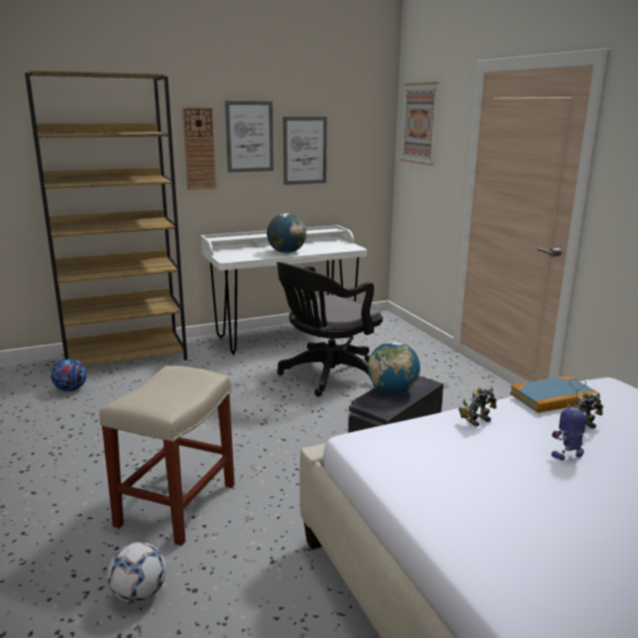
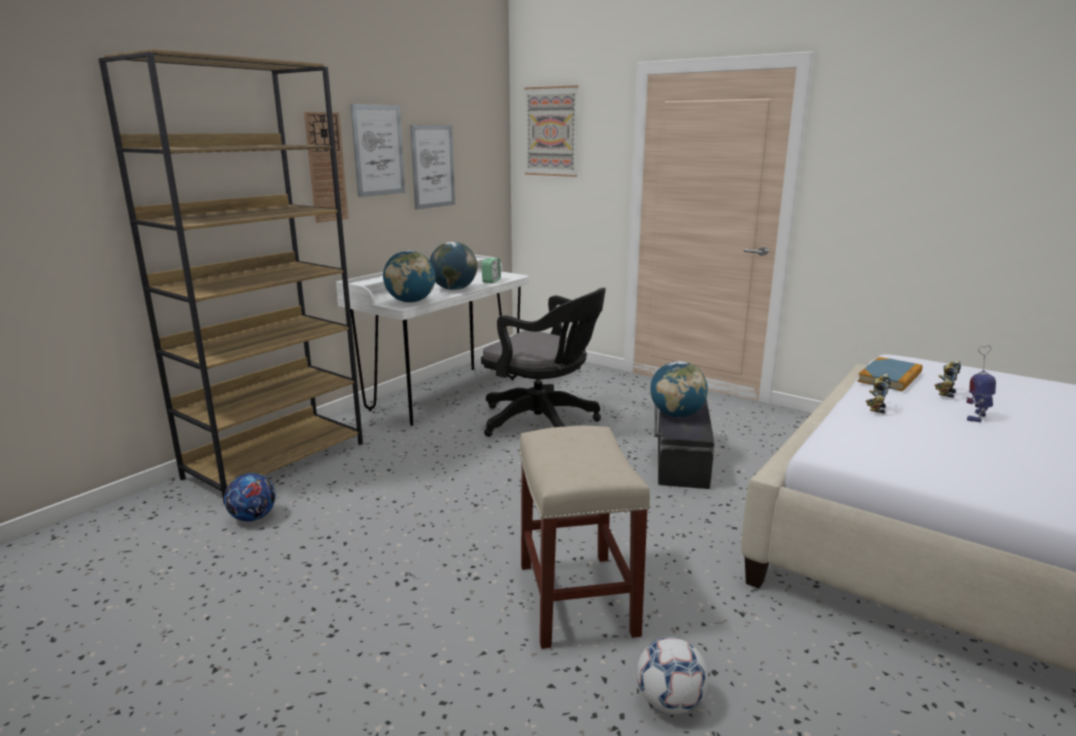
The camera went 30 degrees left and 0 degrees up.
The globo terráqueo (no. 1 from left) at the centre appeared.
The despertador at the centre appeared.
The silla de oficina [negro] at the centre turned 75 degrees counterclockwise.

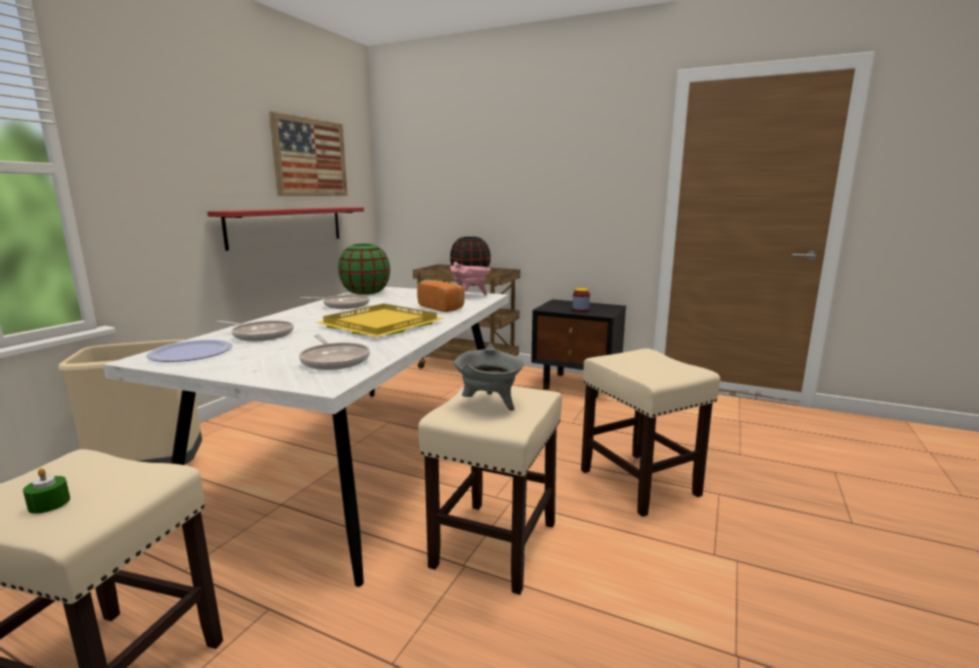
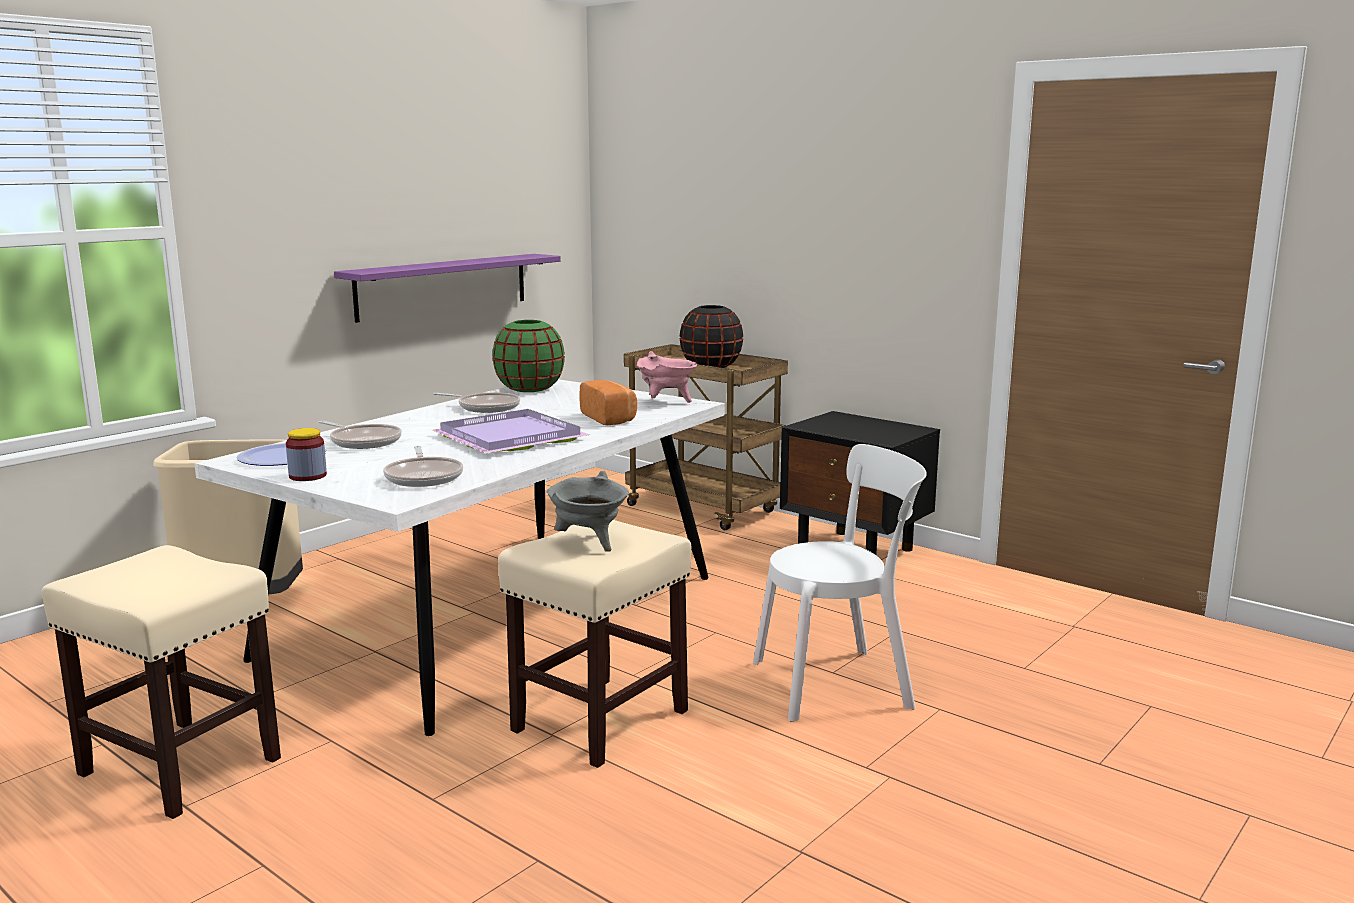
The camera went 15 degrees right and 0 degrees up.
The vela [verde] at the bottom left disappeared.
The cuadro at the top left disappeared.
The tarro moved from the centre to the middle left.
The taburete [beis] (no. 3 from left) at the centre was replaced by the silla [blanco] at the centre.
The estante [rojo] at the middle left became the estante [morado] at the top left.
The bandeja [amarillo] at the centre became the bandeja [morado] at the centre.

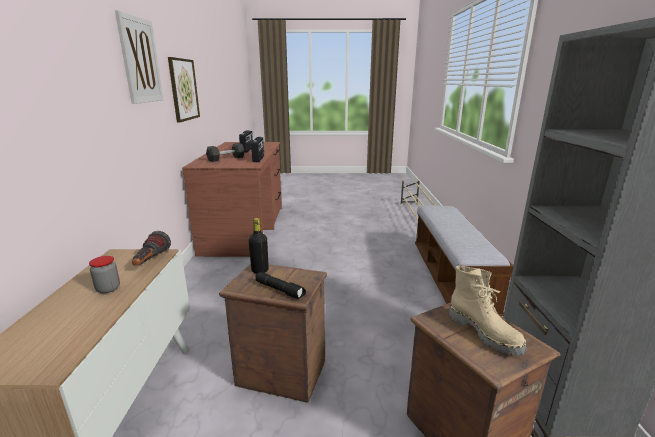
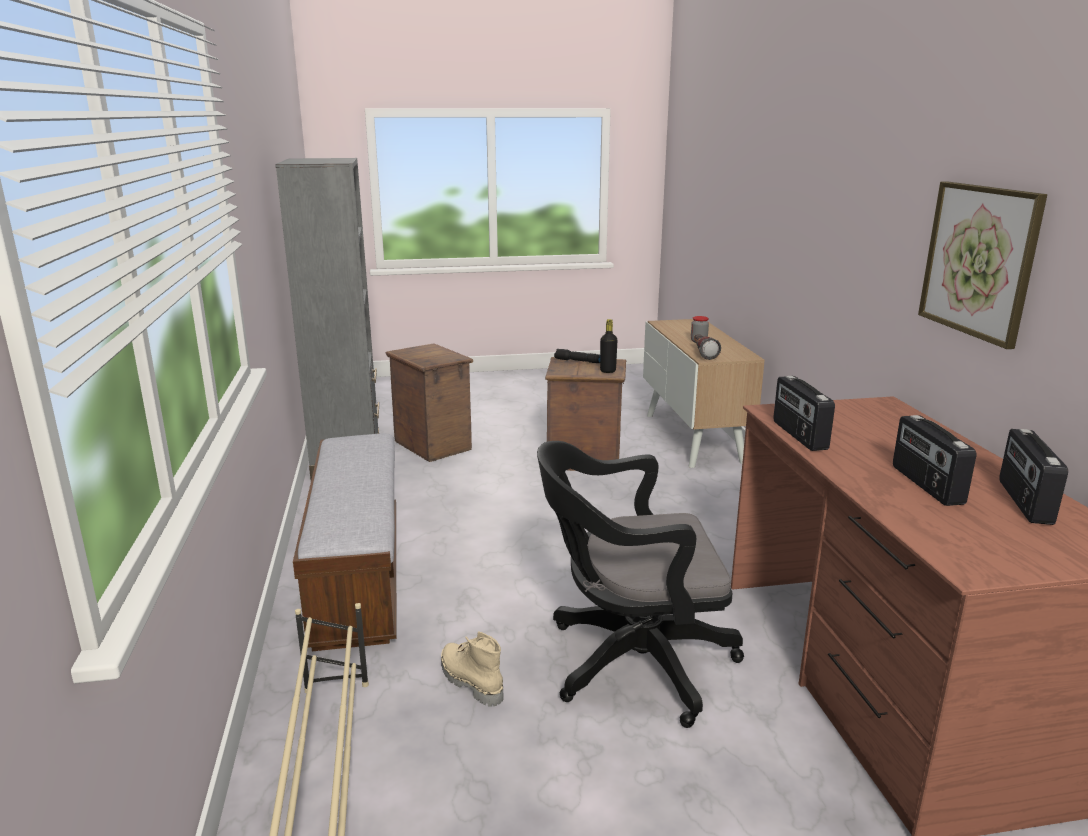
The camera went 170 degrees right and 0 degrees up.
The cuadro (no. 1 from left) at the top left disappeared.
The mancuerna [gris] at the centre disappeared.
The silla de oficina [negro] at the bottom centre appeared.
The radio (no. 3 from left) at the middle right appeared.
The bota [beis] moved from the bottom right to the bottom centre.

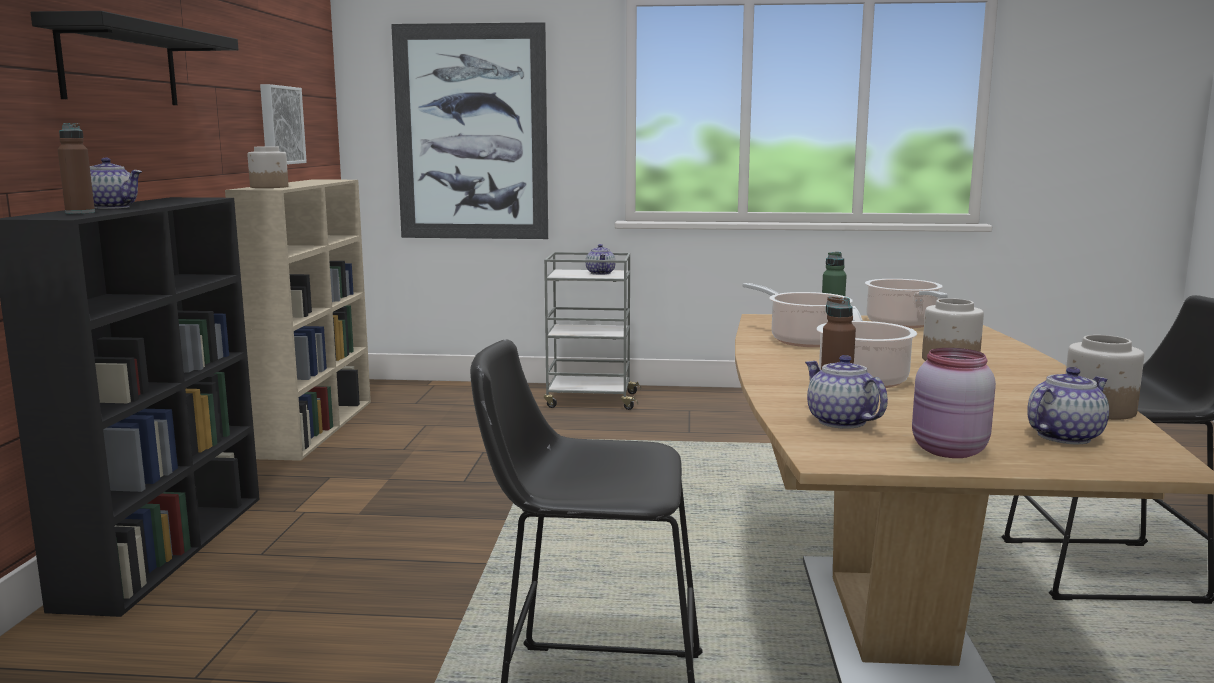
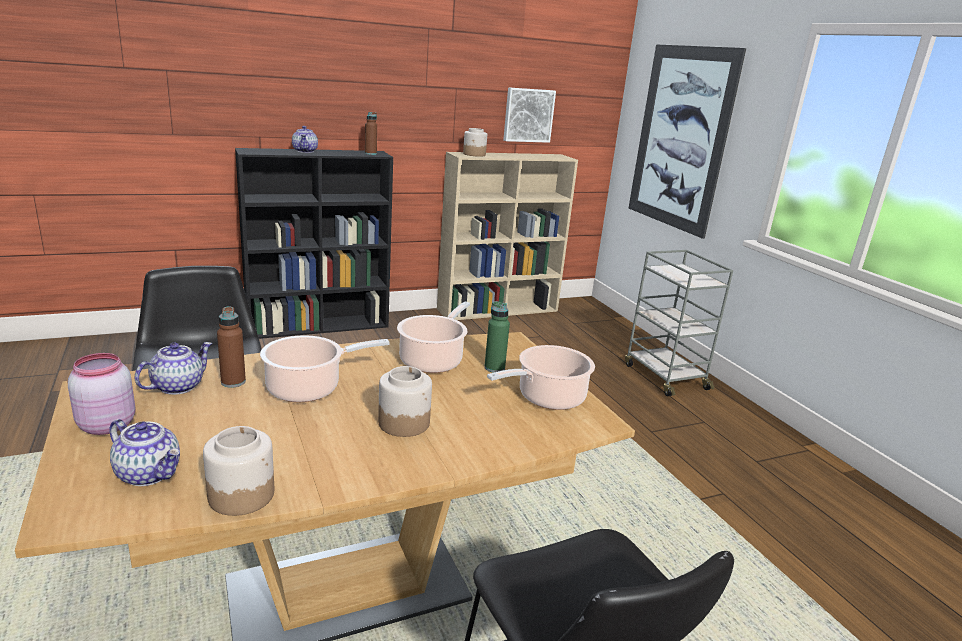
The camera went 60 degrees right and 10 degrees up.
The estante [negro] at the top left disappeared.
The tetera (no. 2 from left) at the centre disappeared.
The botella [marrón] (no. 1 from left in the first image) moved from the top left to the top centre.

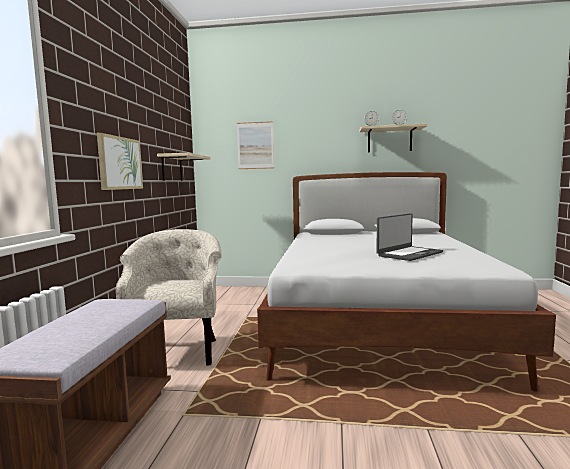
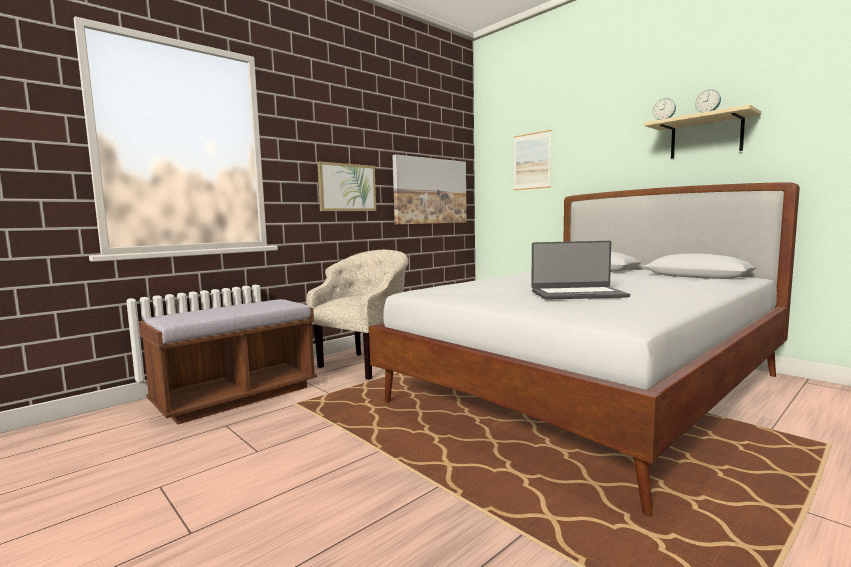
The camera went 40 degrees right and 0 degrees up.
The estante [beis] (no. 1 from left) at the middle left was replaced by the cuadro (no. 2 from left) at the centre.

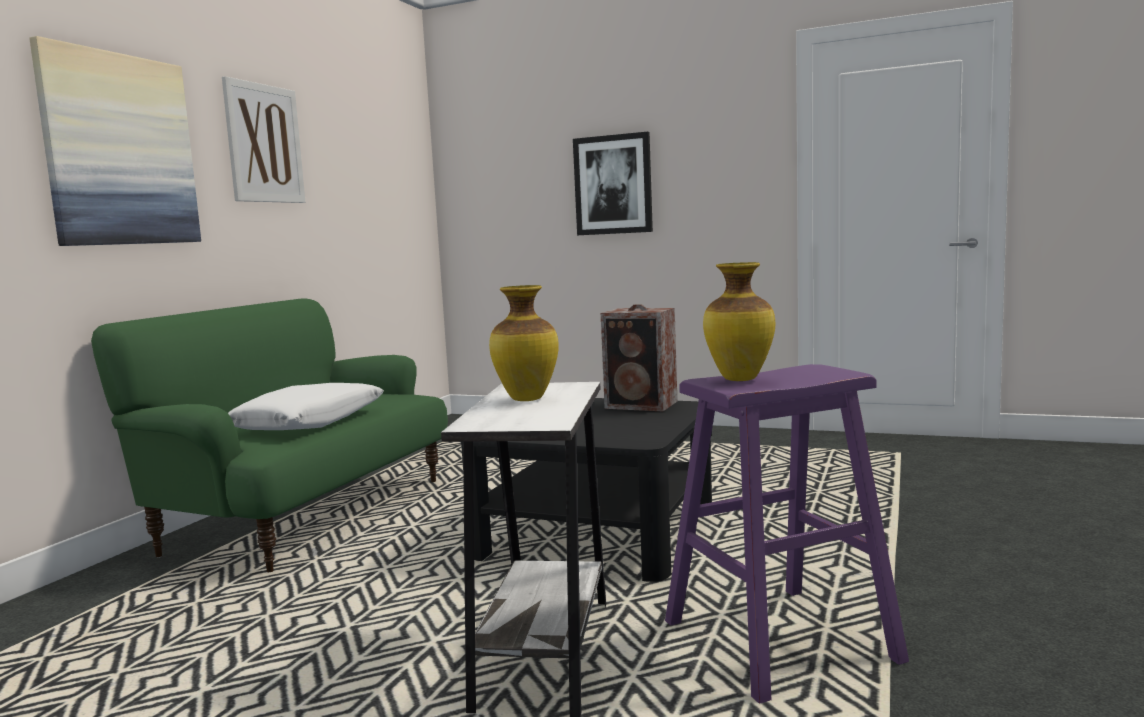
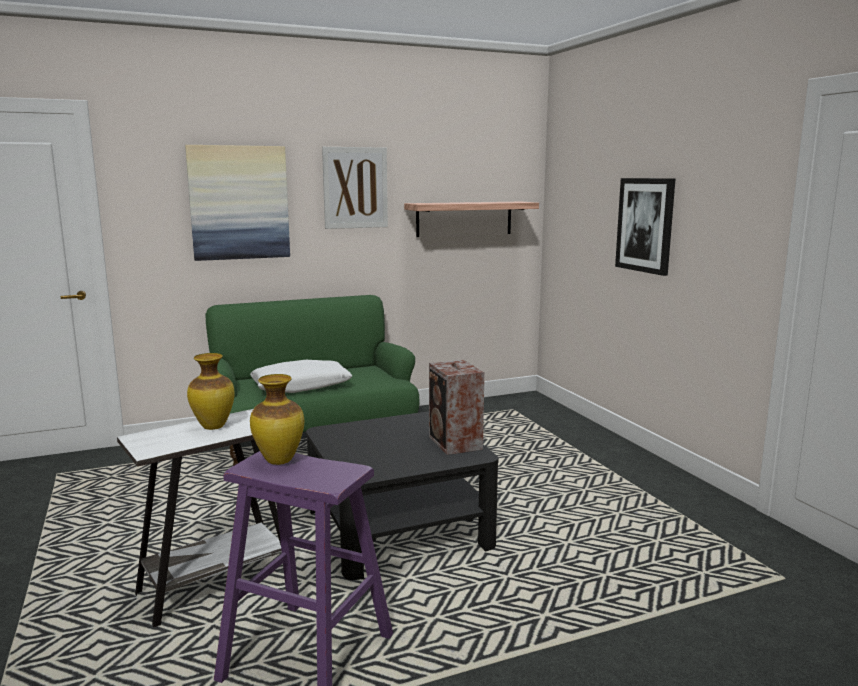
The camera went 45 degrees right and 5 degrees up.
The estante at the top centre appeared.

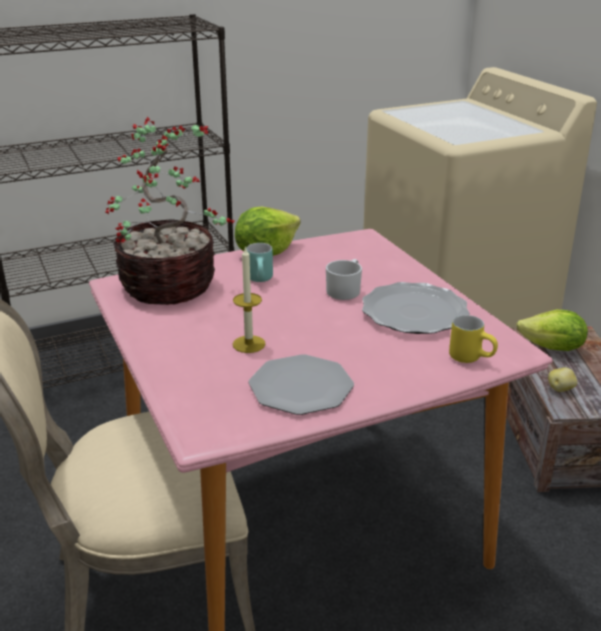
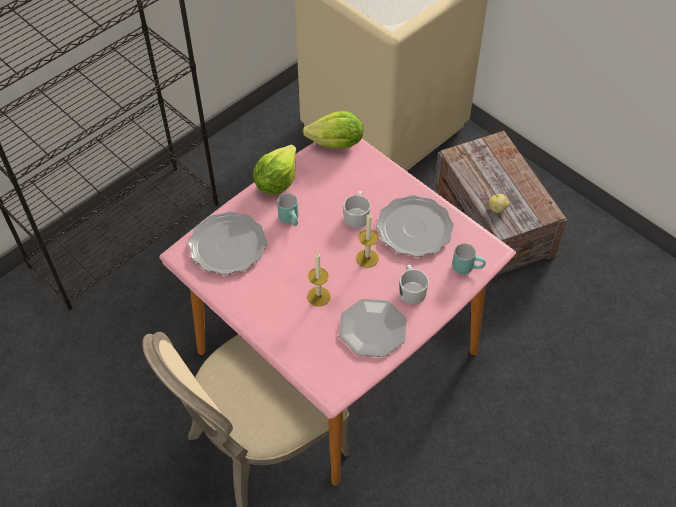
The camera went 20 degrees left and 25 degrees up.
The vela (no. 2 from left) at the centre appeared.
The taza grande [blanco] (no. 2 from left) at the centre appeared.
The lechuga (no. 2 from left) moved from the middle right to the top centre.
The planta en maceta at the middle left was replaced by the plato (no. 1 from left) at the centre.
The taza grande [amarillo] at the middle right became the taza grande [turquesa] (no. 2 from left) at the middle right.

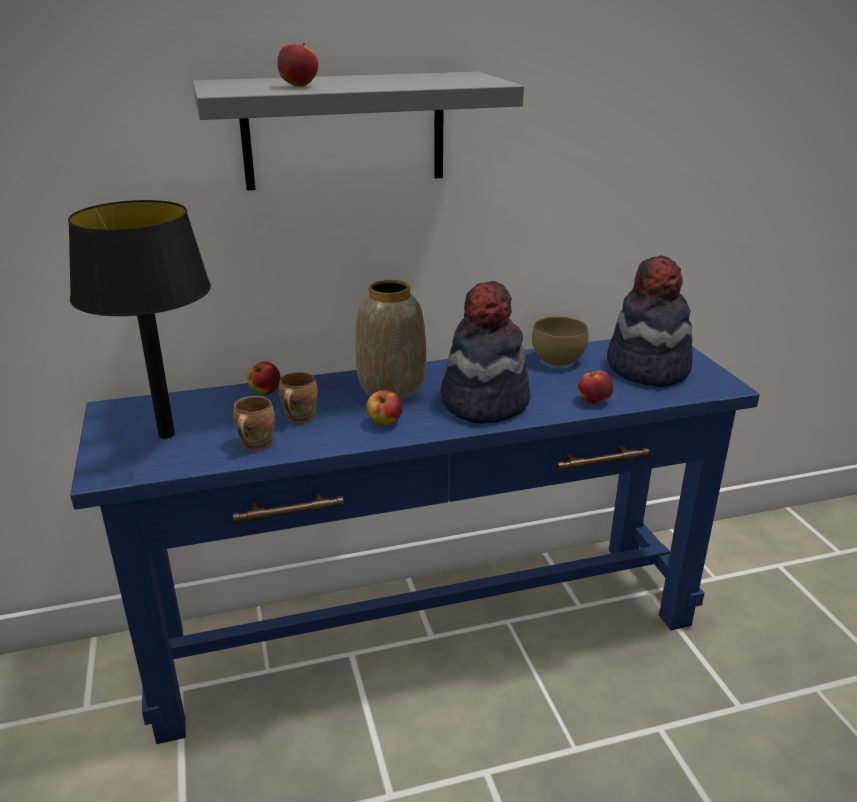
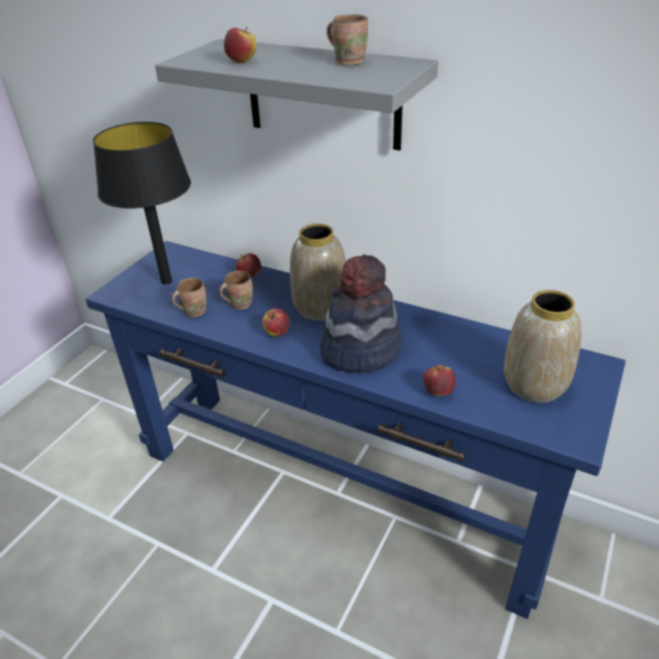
The camera went 45 degrees right and 10 degrees up.
The cuenco [marrón] at the centre disappeared.
The taza grande [marrón] (no. 3 from left) at the top centre appeared.
The sombrero (no. 2 from left) at the middle right was replaced by the florero (no. 2 from left) at the middle right.

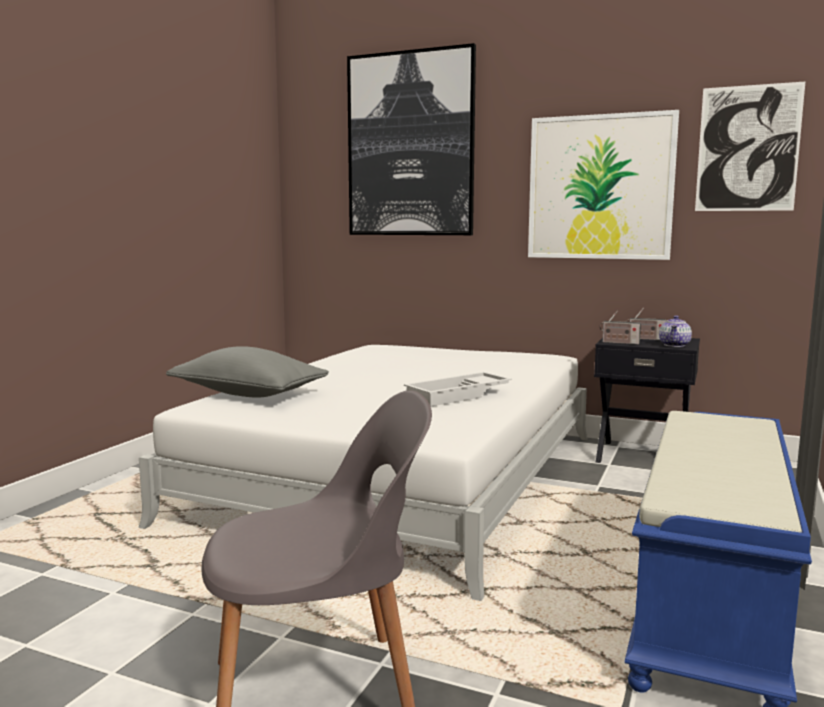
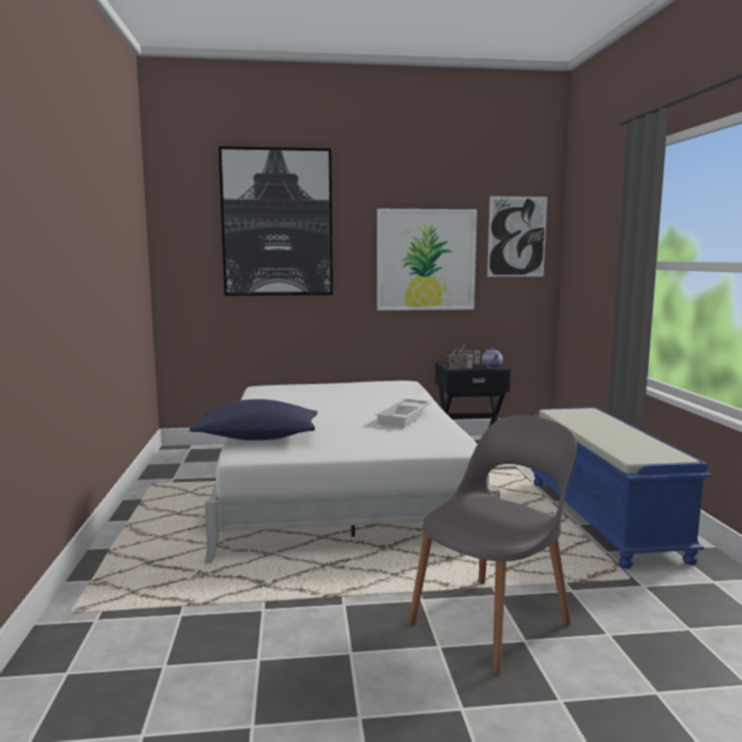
The camera went 30 degrees left and 0 degrees up.
The cojín [gris] at the middle left became the cojín [azul] at the centre.

